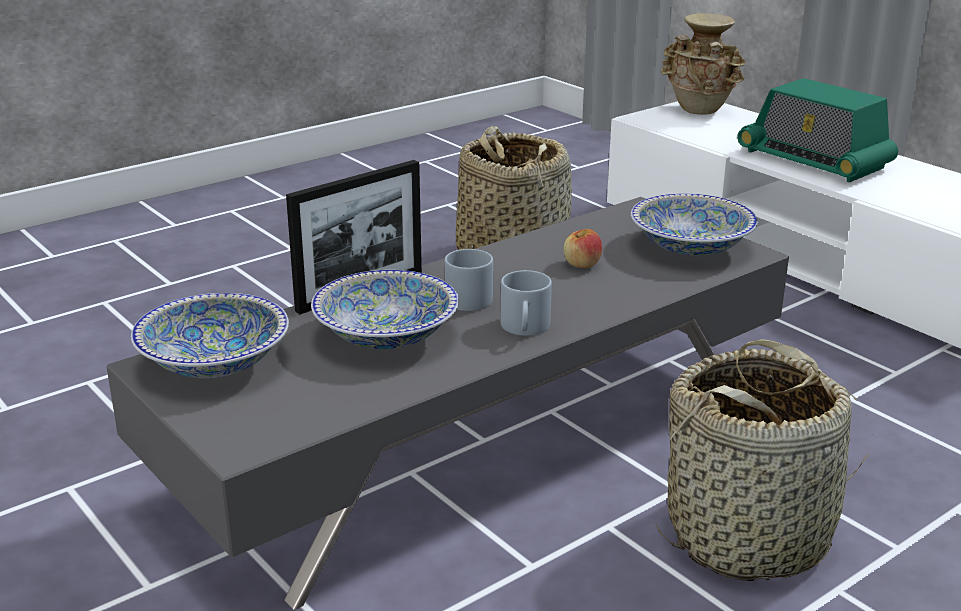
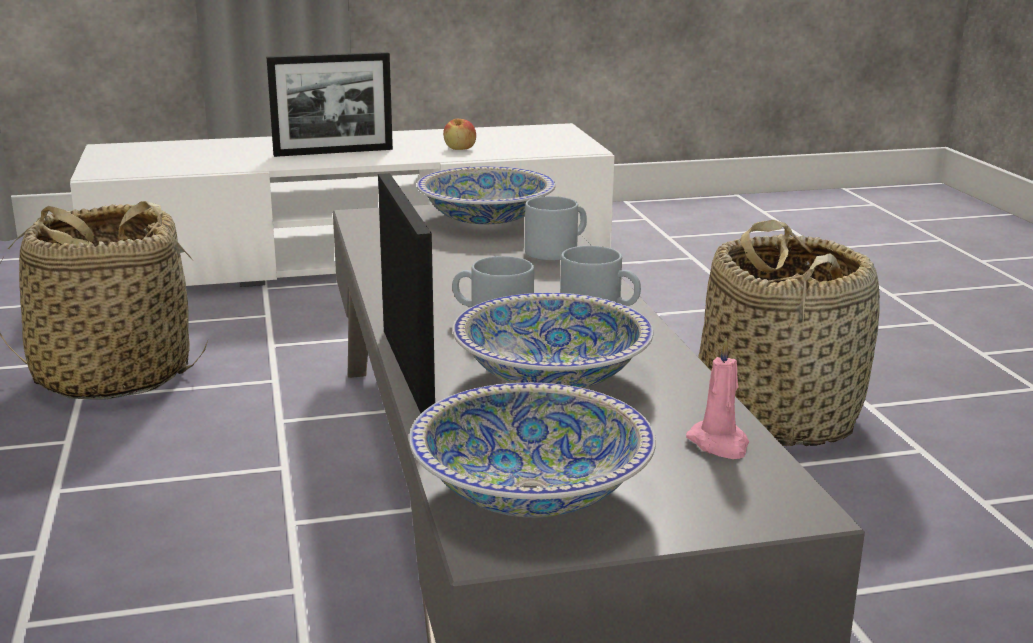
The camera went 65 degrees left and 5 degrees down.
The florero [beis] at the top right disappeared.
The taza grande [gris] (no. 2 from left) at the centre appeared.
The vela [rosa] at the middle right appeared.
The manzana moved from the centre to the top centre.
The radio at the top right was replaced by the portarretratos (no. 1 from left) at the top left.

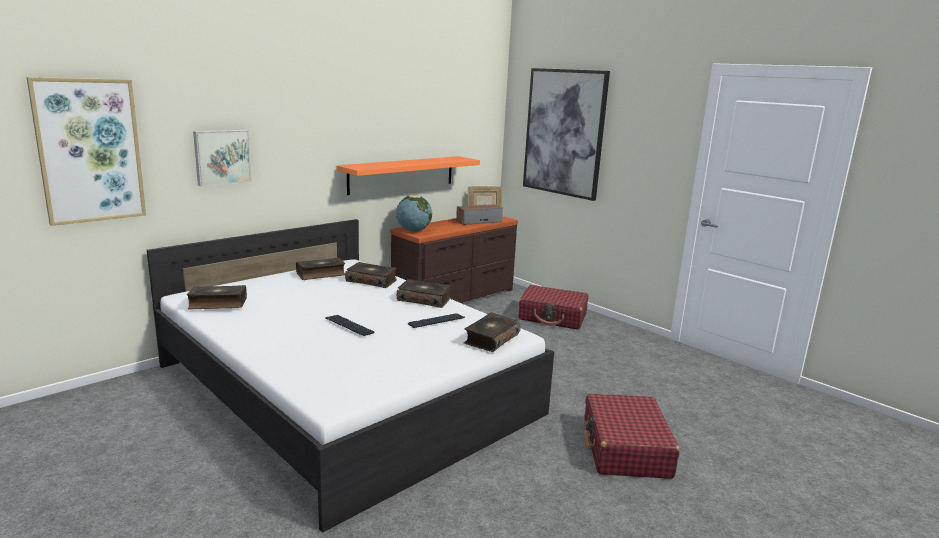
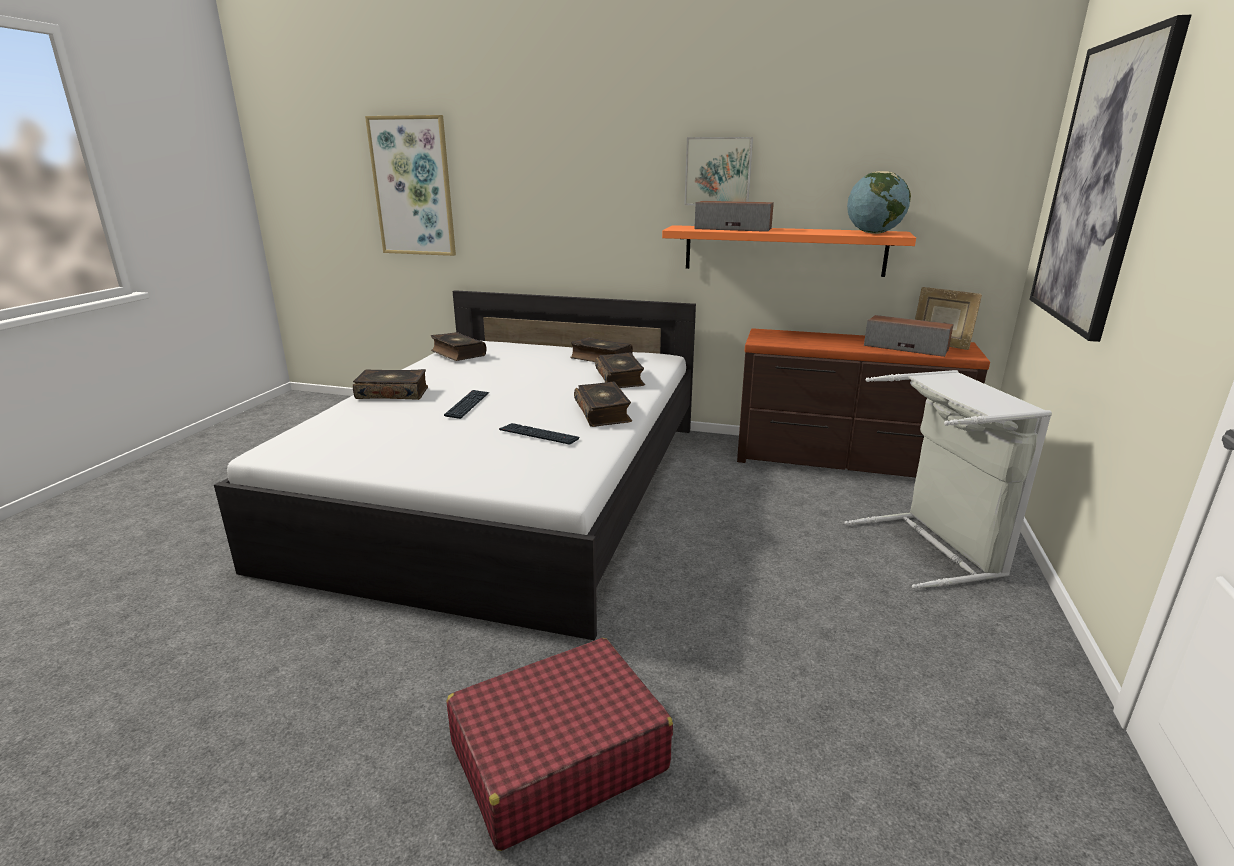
The camera went 60 degrees right and 5 degrees up.
The altavoz (no. 1 from left) at the top centre appeared.
The cuadro (no. 2 from left) moved from the top left to the top centre.
The globo terráqueo moved from the centre to the top right.
The libro (no. 5 from left in the first image) moved from the centre to the middle left.
The maleta [rojo] (no. 1 from left) at the centre was replaced by the cesto de la ropa [gris] at the middle right.

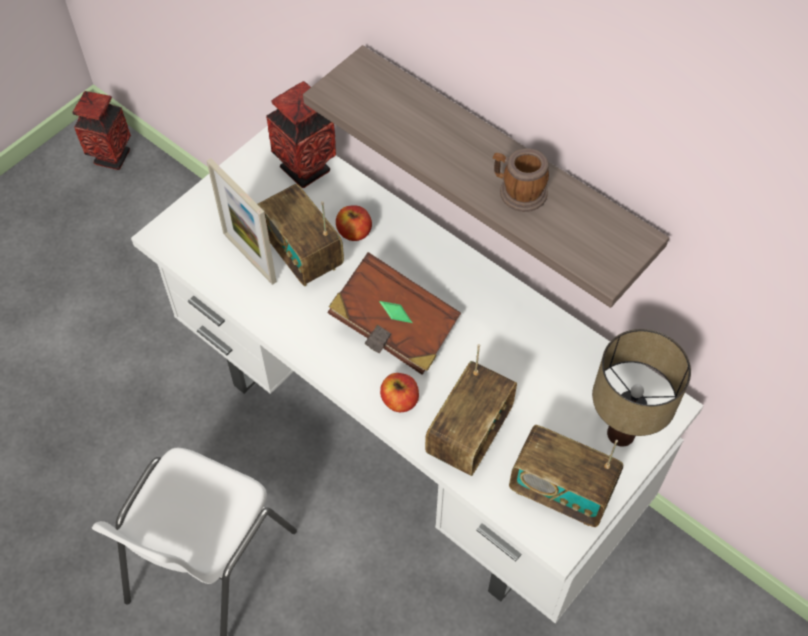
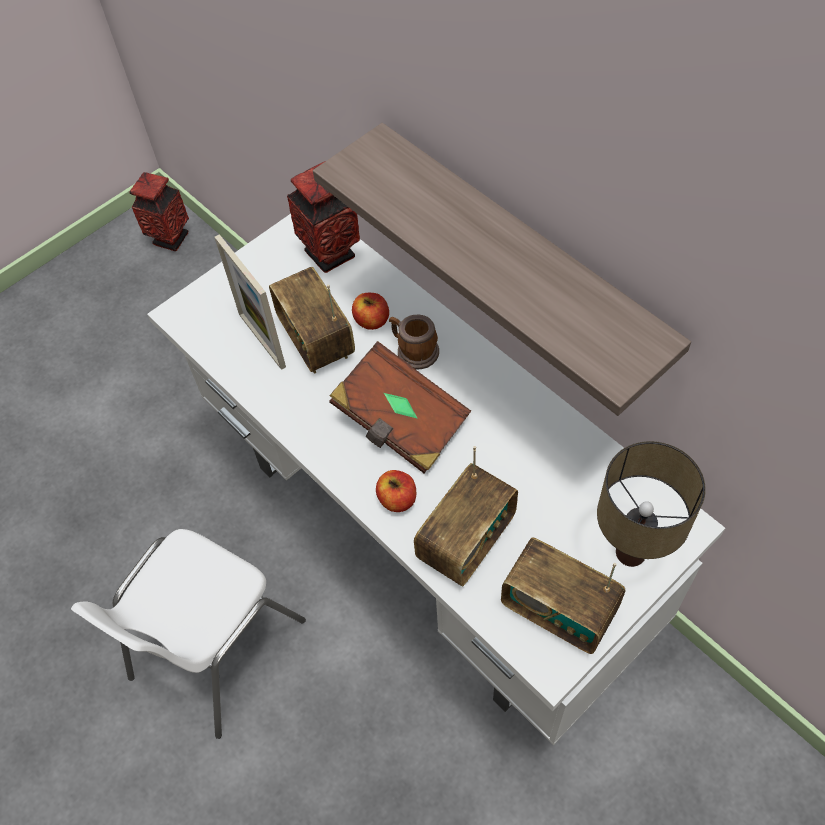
The camera went 10 degrees right and 0 degrees up.
The taza grande moved from the top centre to the centre.

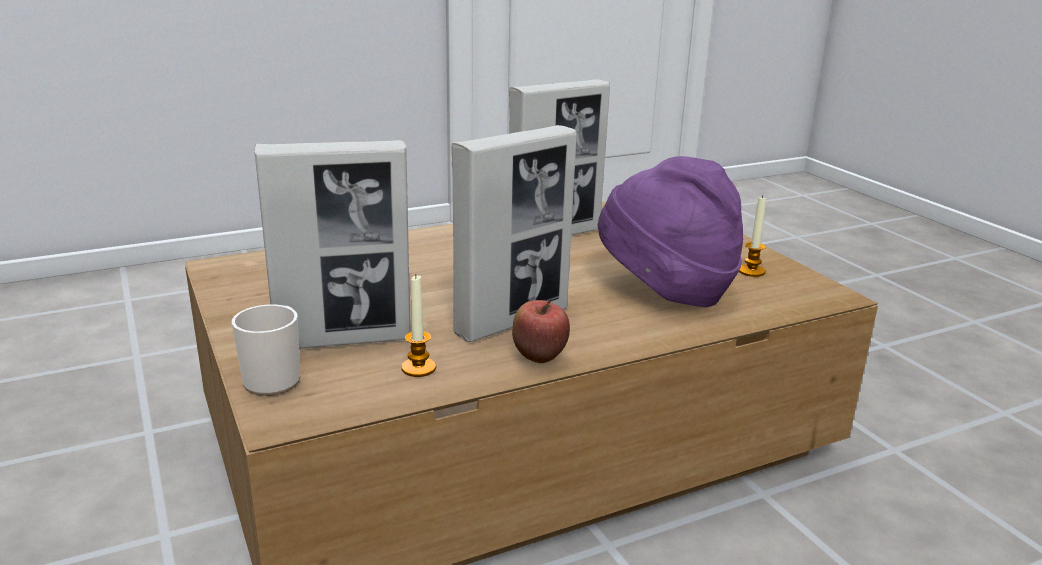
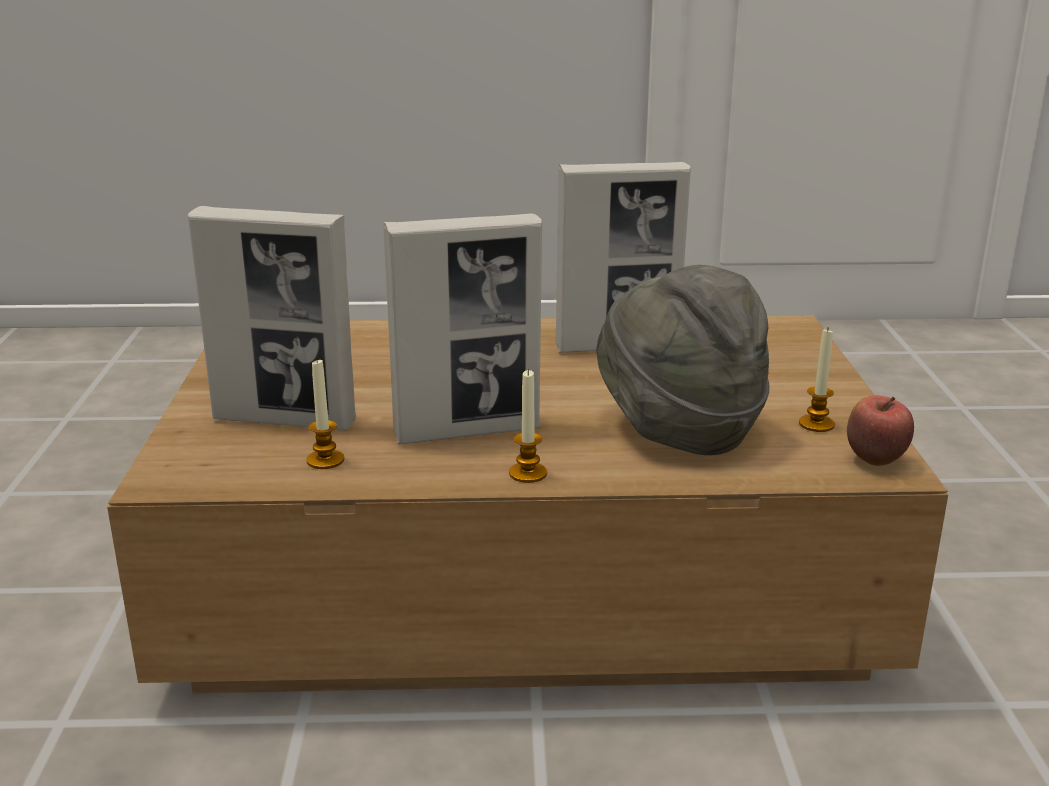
The camera went 25 degrees right and 0 degrees up.
The taza grande at the middle left disappeared.
The vela (no. 2 from left) at the centre appeared.
The manzana moved from the centre to the middle right.
The sombrero [morado] at the centre became the sombrero [gris] at the centre.

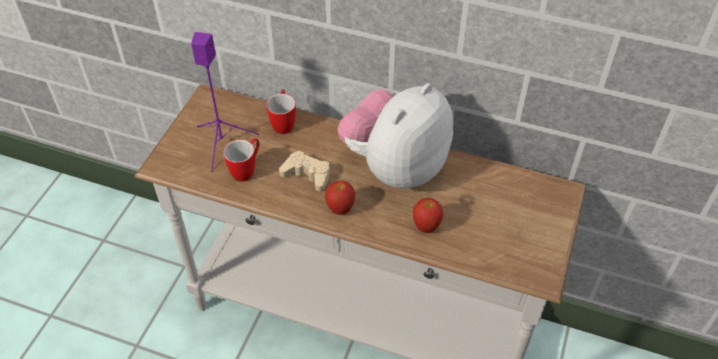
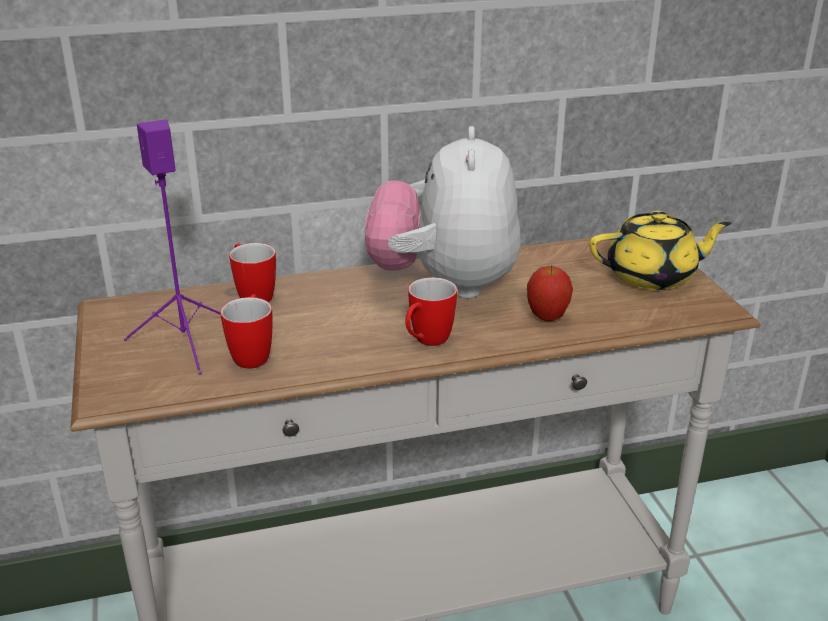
The camera went 35 degrees left and 20 degrees down.
The mando de consola [beis] at the centre disappeared.
The tetera [amarillo] at the middle right appeared.
The manzana (no. 1 from left) at the centre was replaced by the taza grande (no. 3 from left) at the centre.

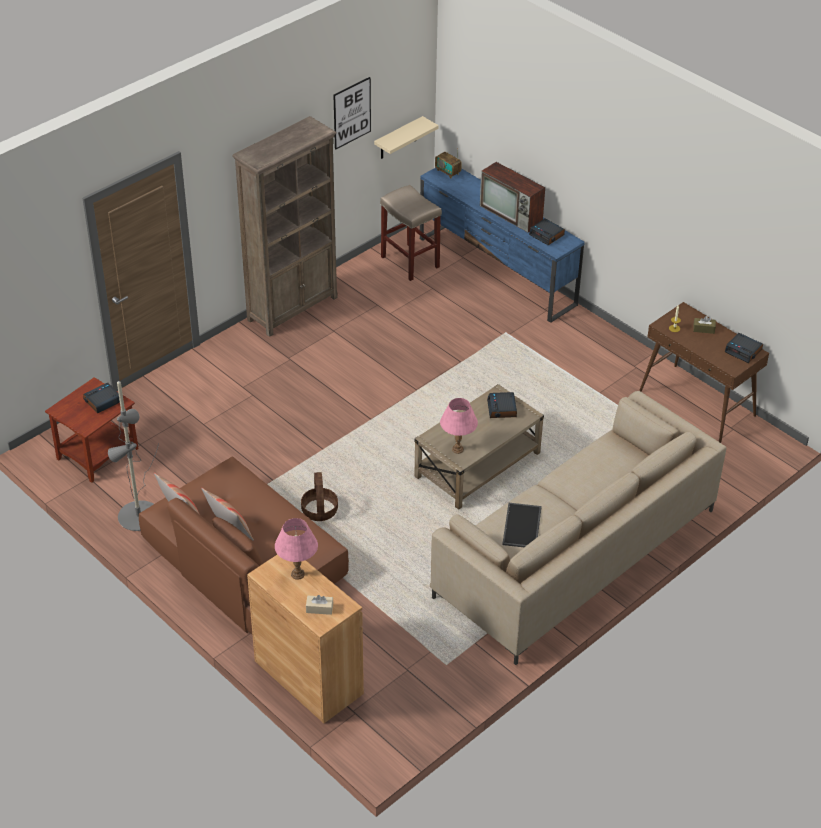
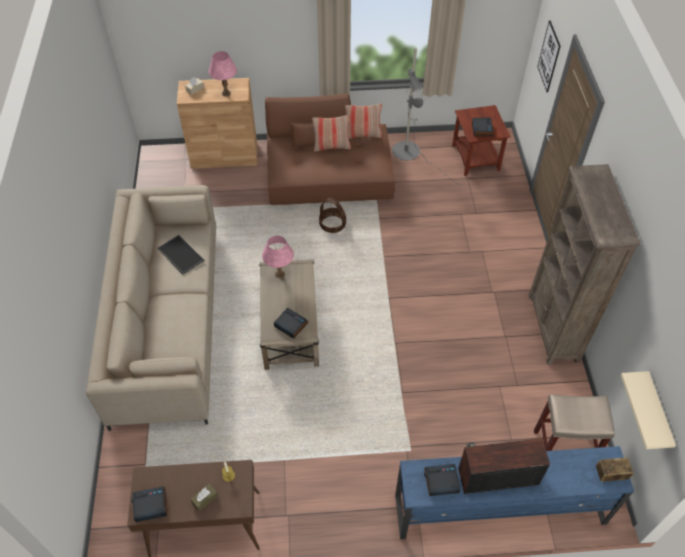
The camera went 130 degrees right and 10 degrees up.
The cuadro moved from the top centre to the top right.

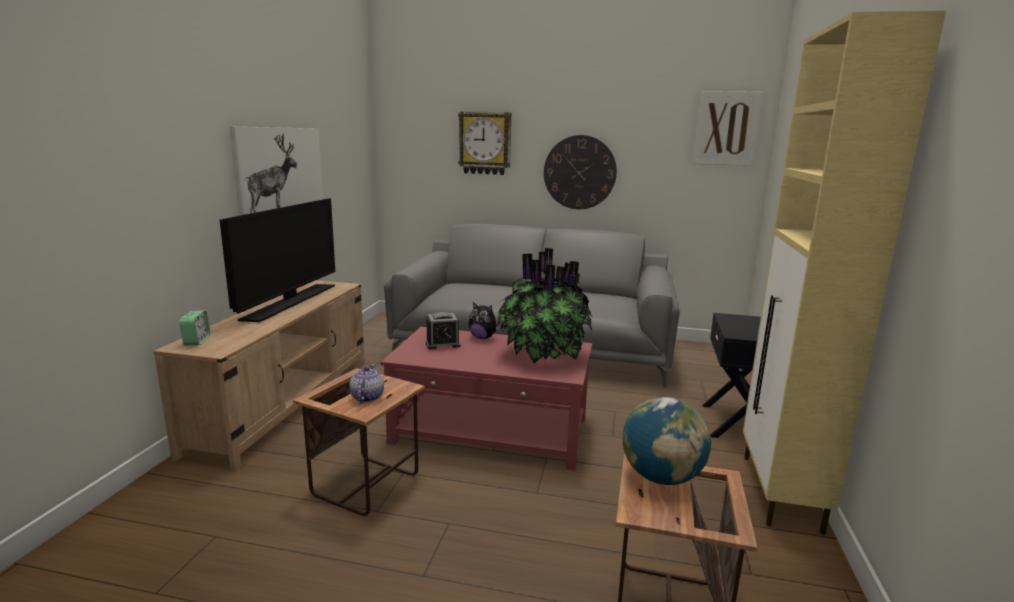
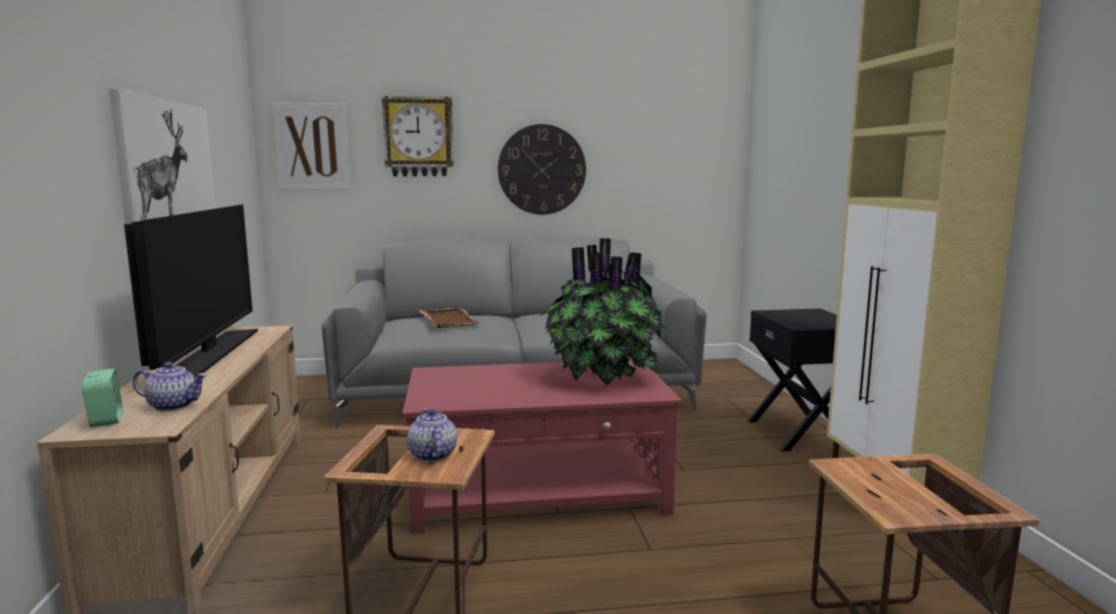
The camera went 20 degrees left and 5 degrees down.
The despertador (no. 2 from left) at the centre disappeared.
The peluche at the centre disappeared.
The globo terráqueo at the bottom centre disappeared.
The tetera (no. 1 from left) at the middle left appeared.
The bandeja [marrón] at the centre appeared.
The cuadro (no. 2 from left) moved from the top right to the top left.

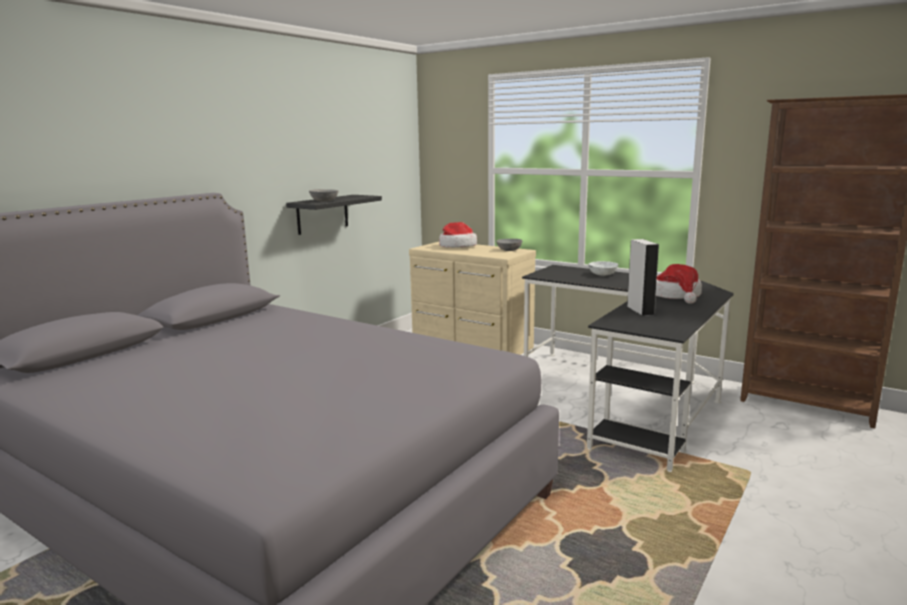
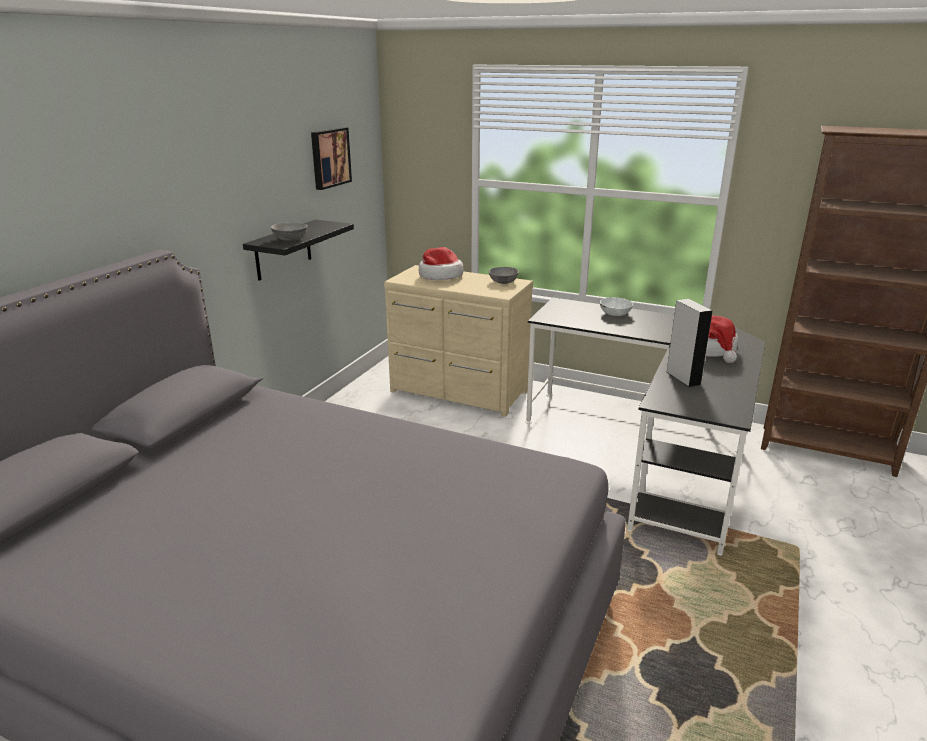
The camera went 10 degrees left and 10 degrees up.
The cuadro at the top centre appeared.

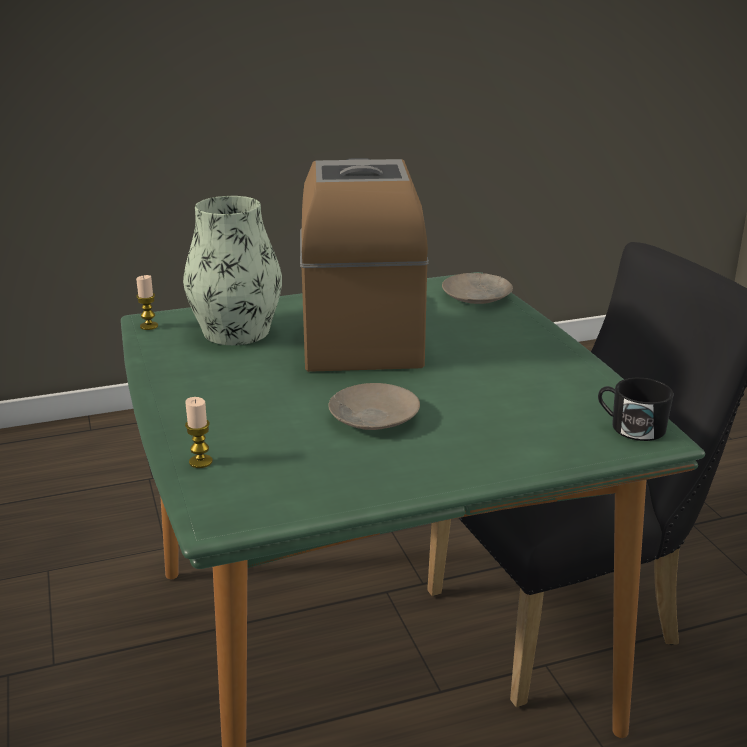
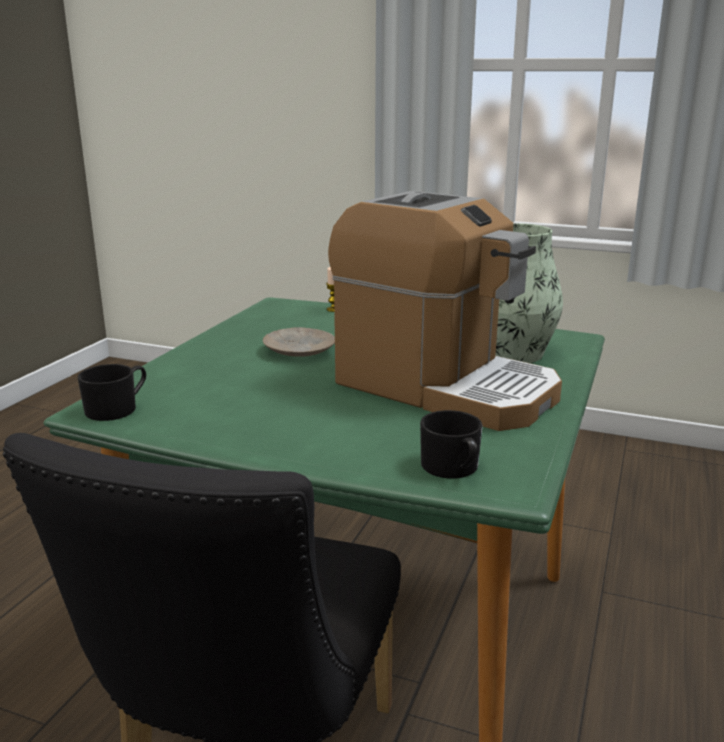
The camera went 130 degrees right and 5 degrees down.
The vela (no. 1 from left) at the middle left disappeared.
The plato [beis] (no. 2 from left) at the centre was replaced by the taza grande [negro] (no. 2 from left) at the centre.

